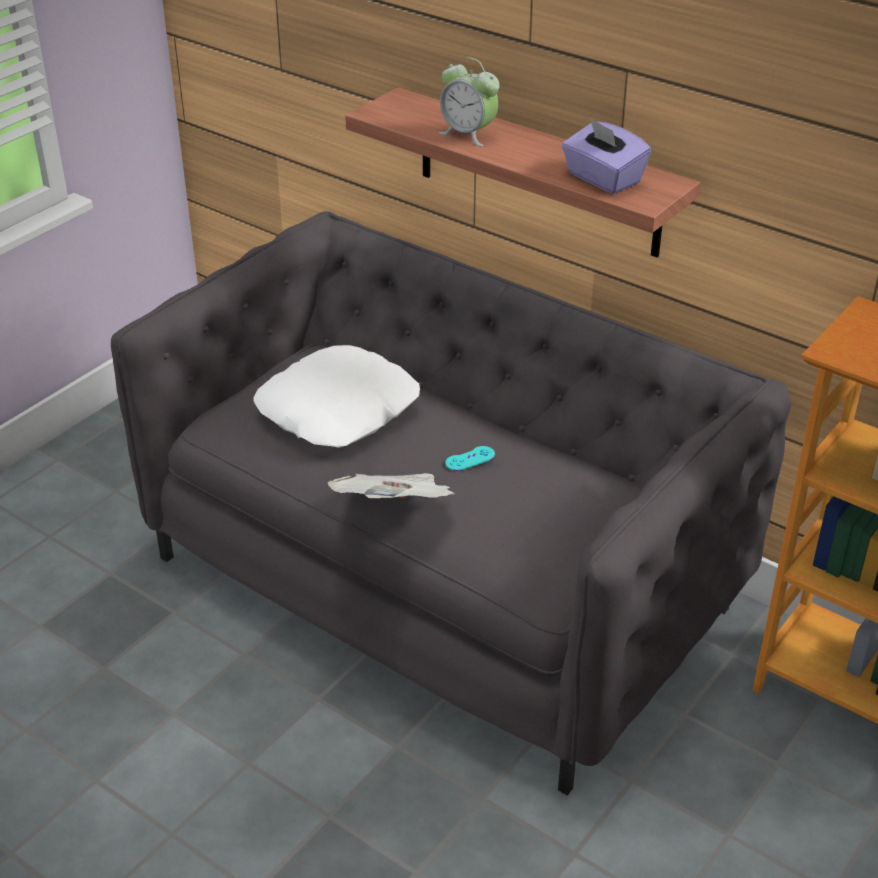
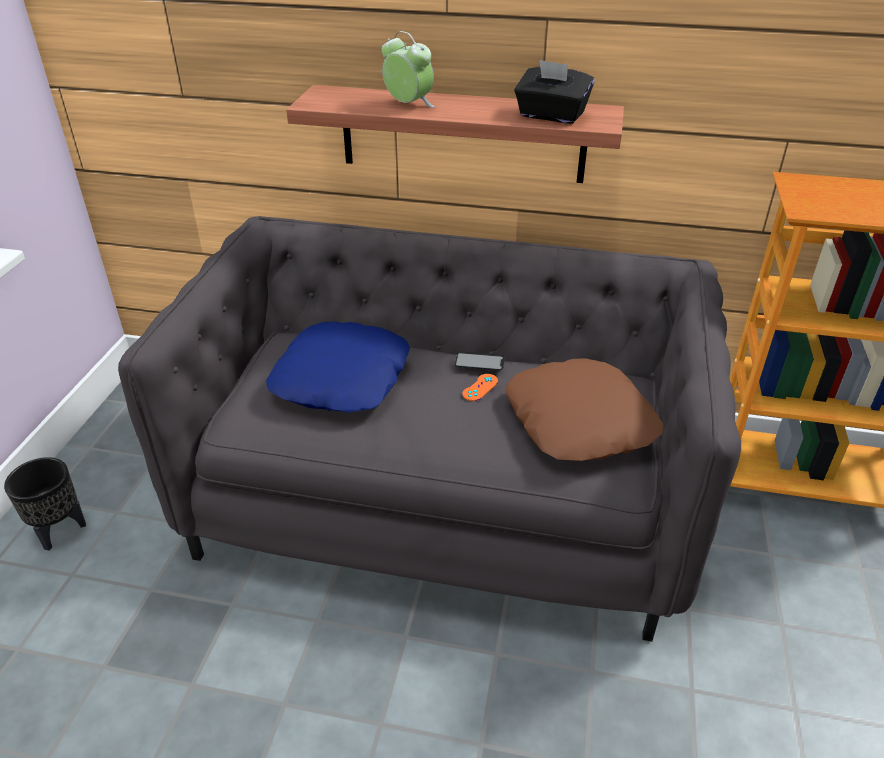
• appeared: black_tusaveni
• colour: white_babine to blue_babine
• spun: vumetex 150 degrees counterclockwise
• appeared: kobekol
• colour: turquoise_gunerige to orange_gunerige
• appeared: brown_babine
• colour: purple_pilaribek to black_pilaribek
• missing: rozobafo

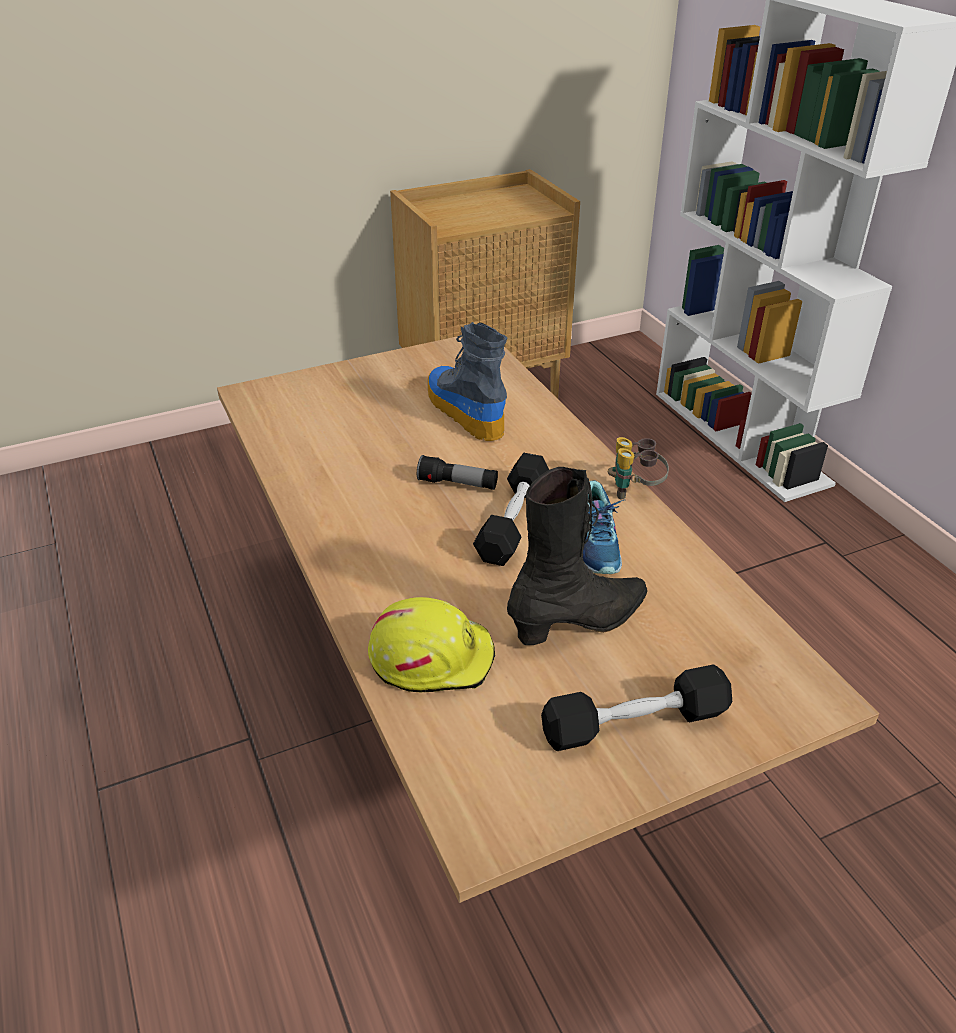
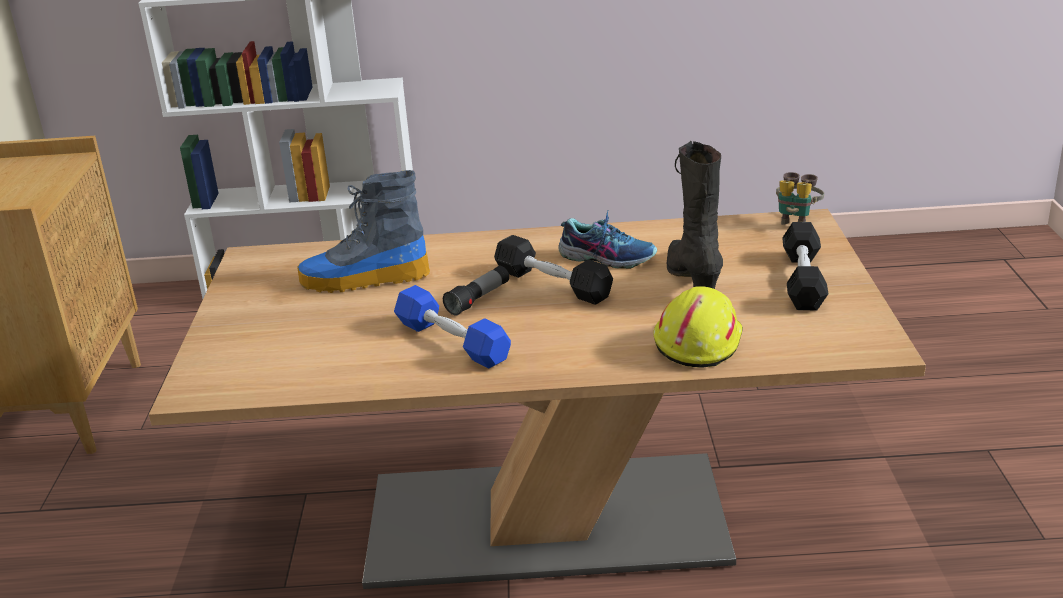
• appeared: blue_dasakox
• relocated: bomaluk

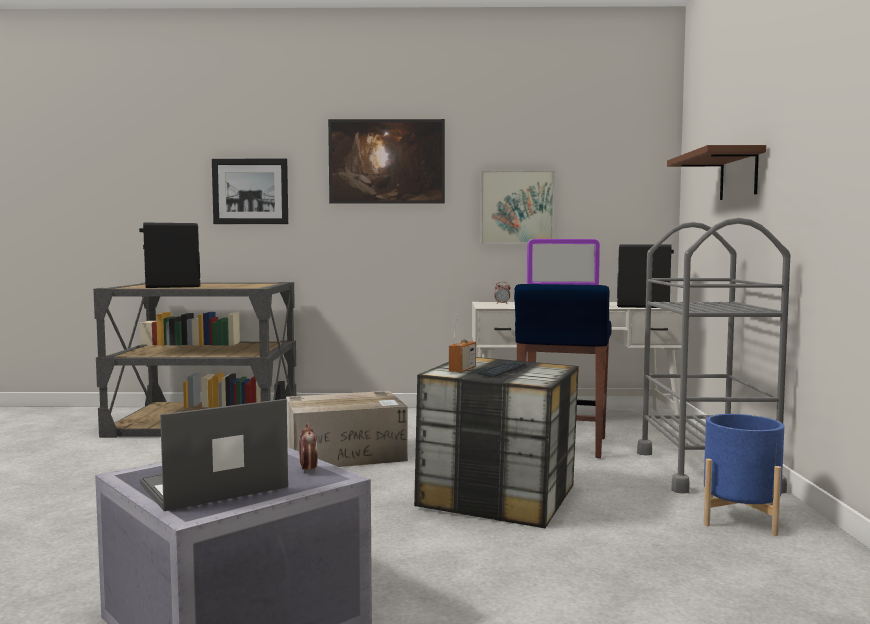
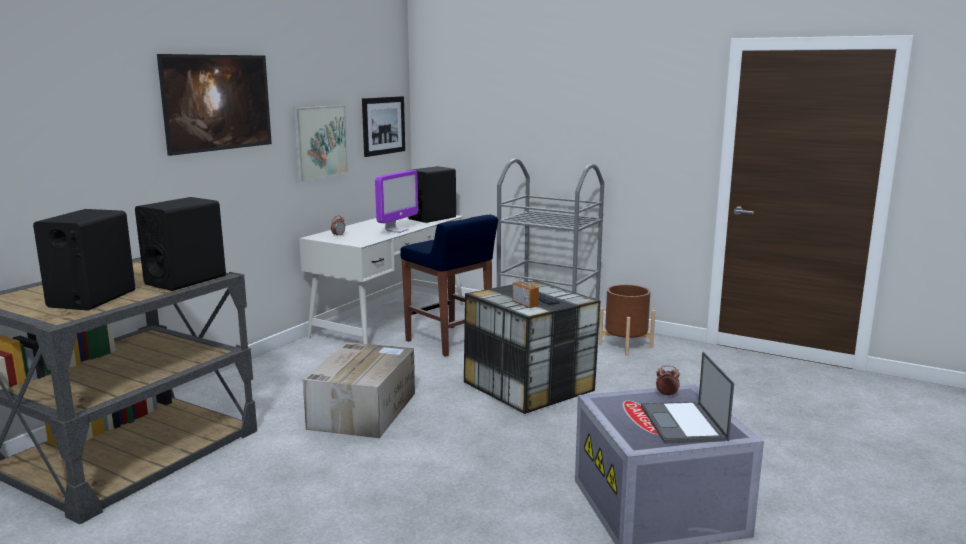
• appeared: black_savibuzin (no. 2 from left)
• relocated: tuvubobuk (no. 1 from left in the first image) to tuvubobuk (no. 3 from left)
• colour: blue_tusaveni to brown_tusaveni
• missing: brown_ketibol

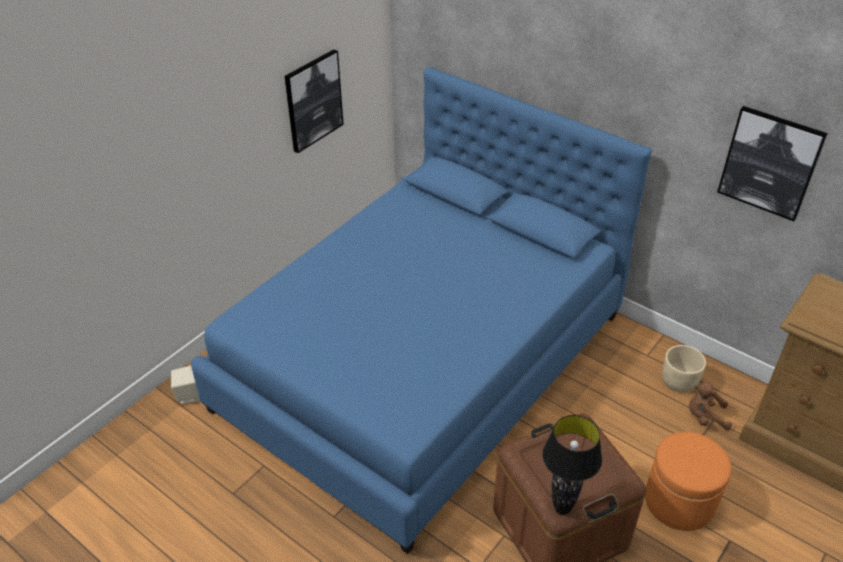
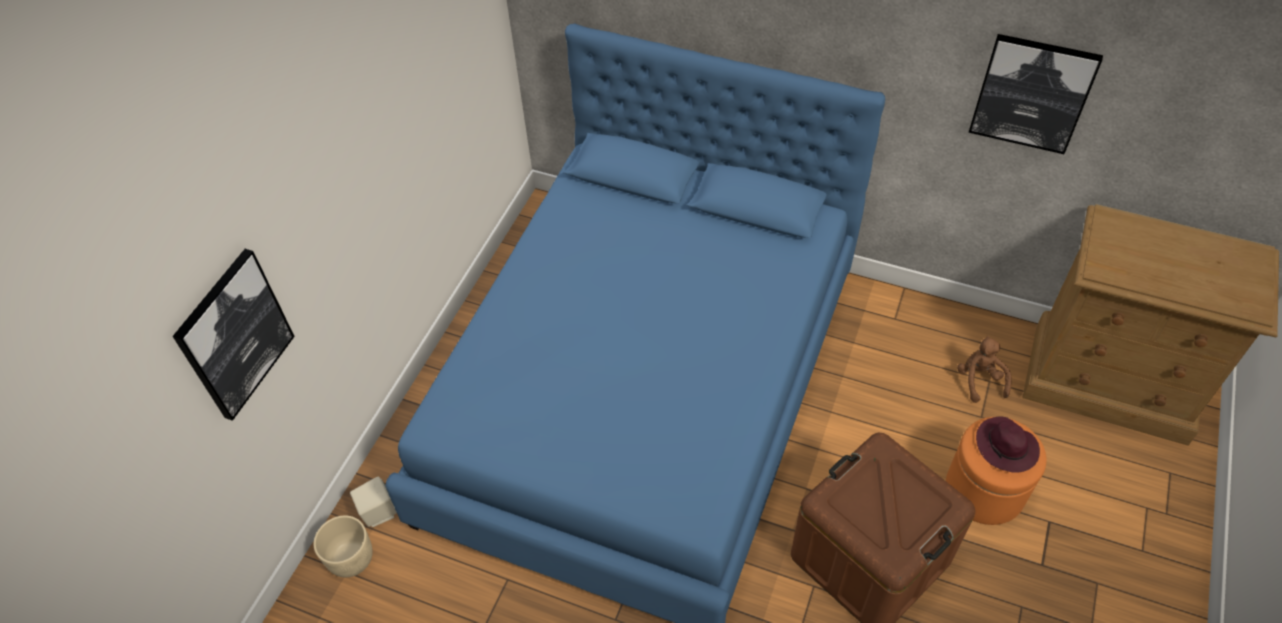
• relocated: tuvubobuk (no. 1 from left)
• relocated: beige_tusaveni
• spun: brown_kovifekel 90 degrees clockwise
• appeared: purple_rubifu
• missing: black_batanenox

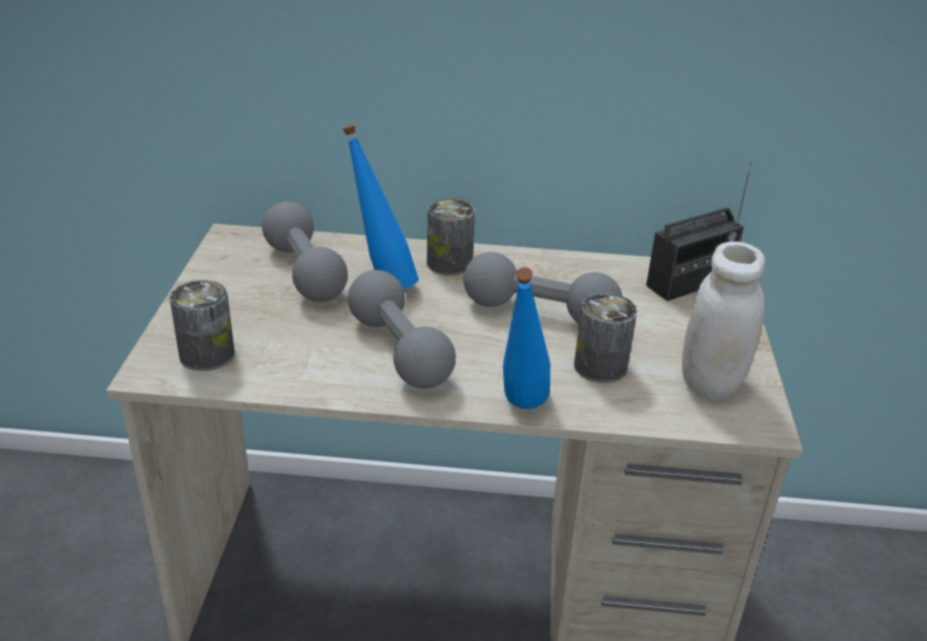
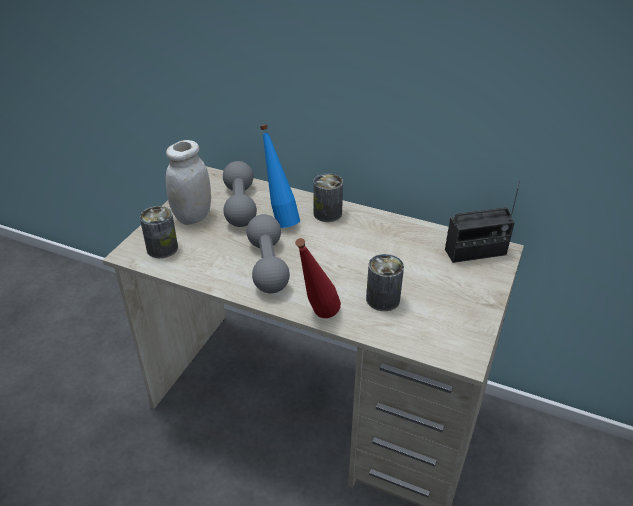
• relocated: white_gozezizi
• colour: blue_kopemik (no. 2 from left) to red_kopemik
• missing: grey_dasakox (no. 3 from left)

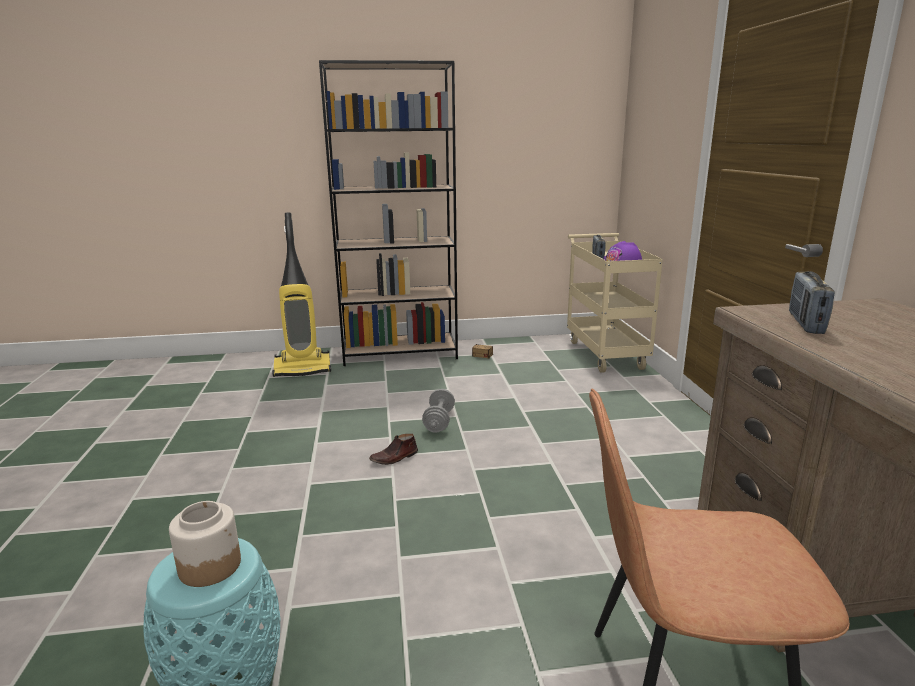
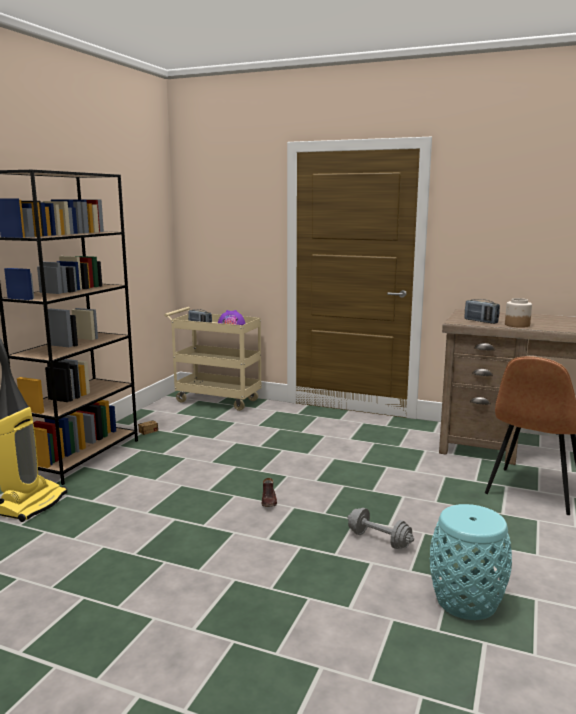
• relocated: grey_dasakox
• relocated: gozezizi

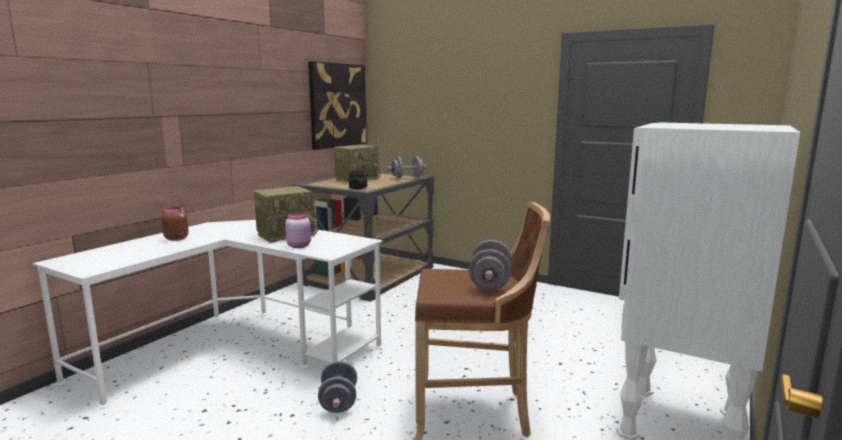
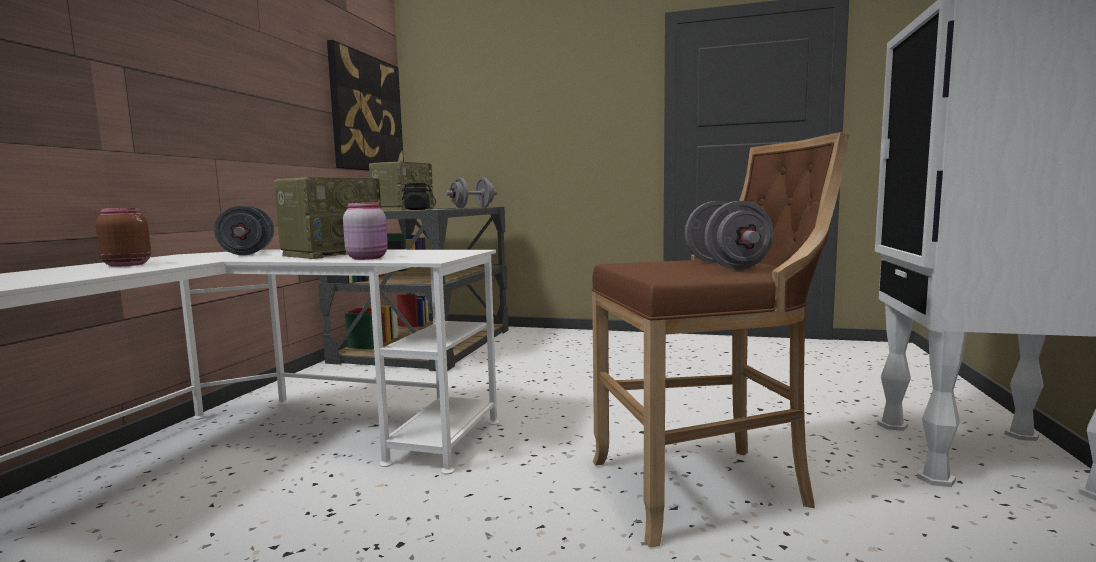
• relocated: grey_dasakox (no. 1 from left)

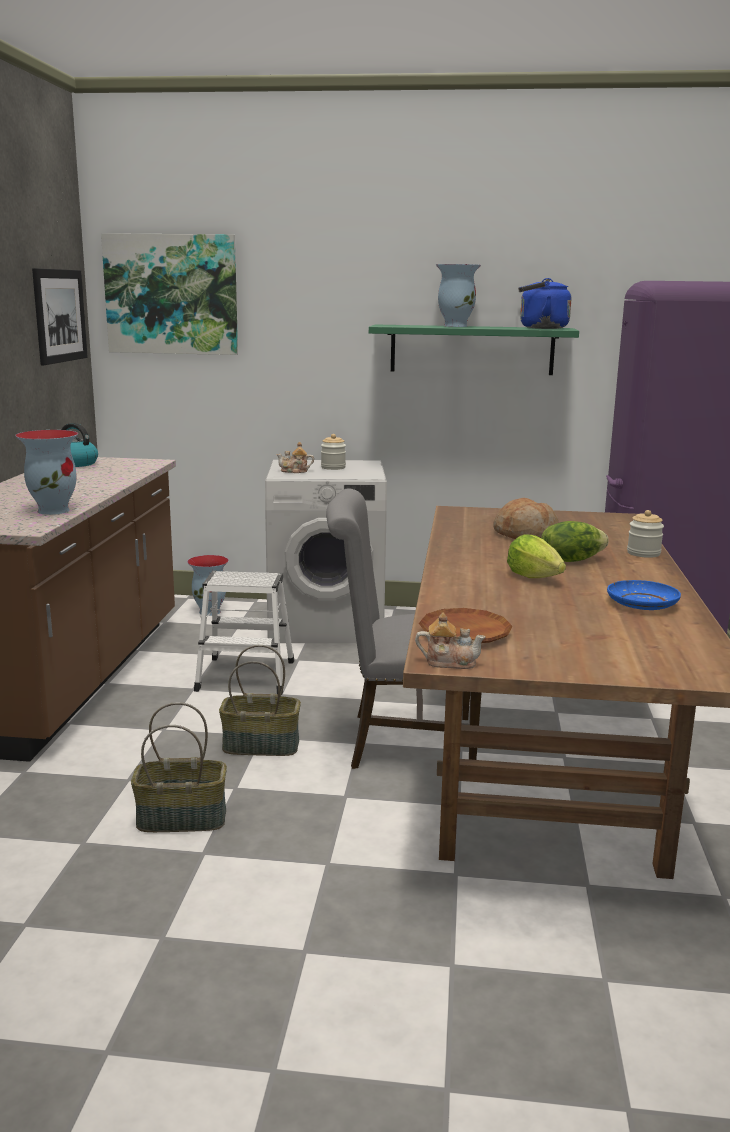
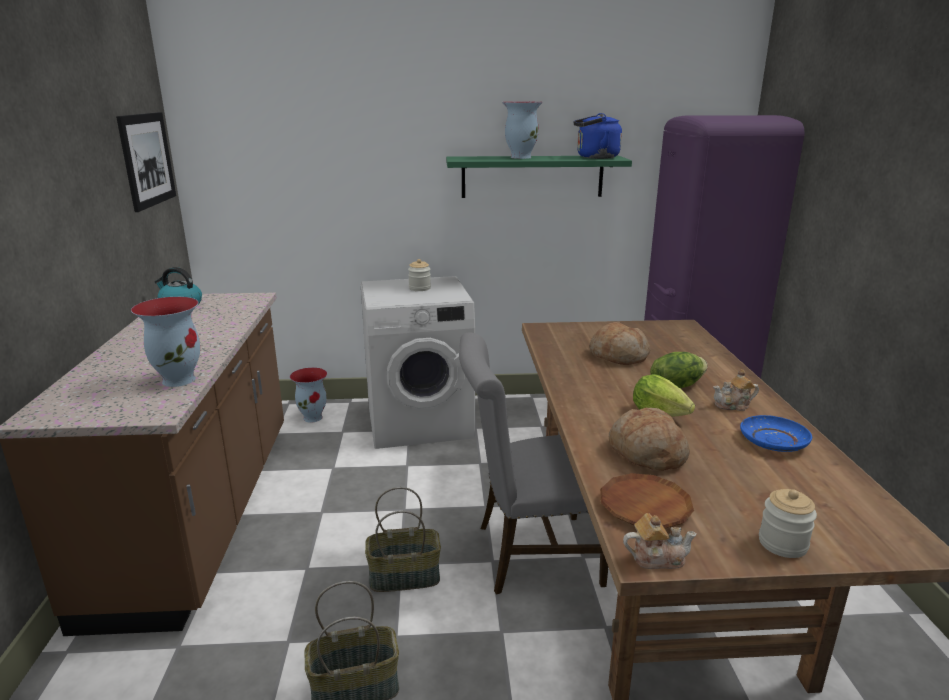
• appeared: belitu (no. 2 from left)
• relocated: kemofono (no. 1 from left in the first image) to kemofono (no. 2 from left)
• relocated: gozezizi (no. 2 from left)
• missing: tuvubobuk (no. 2 from left)
• missing: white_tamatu

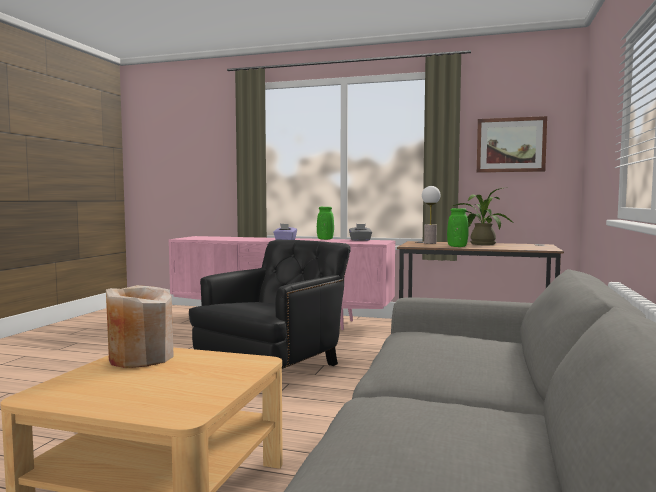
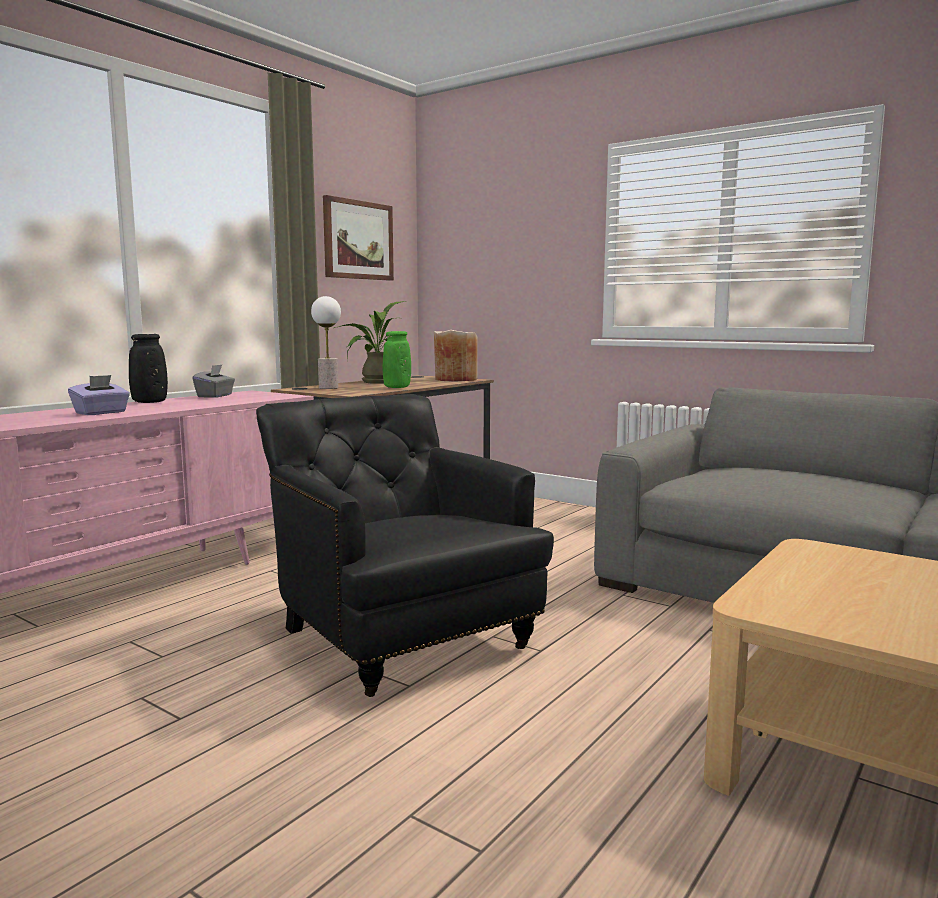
• colour: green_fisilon (no. 1 from left) to black_fisilon
• relocated: beige_fisilon

